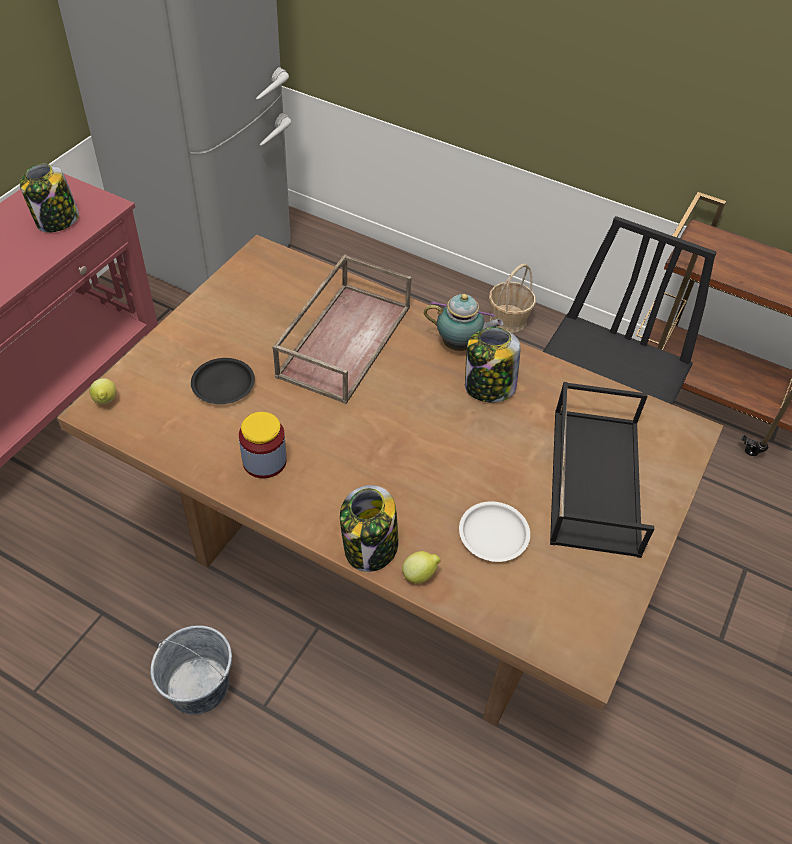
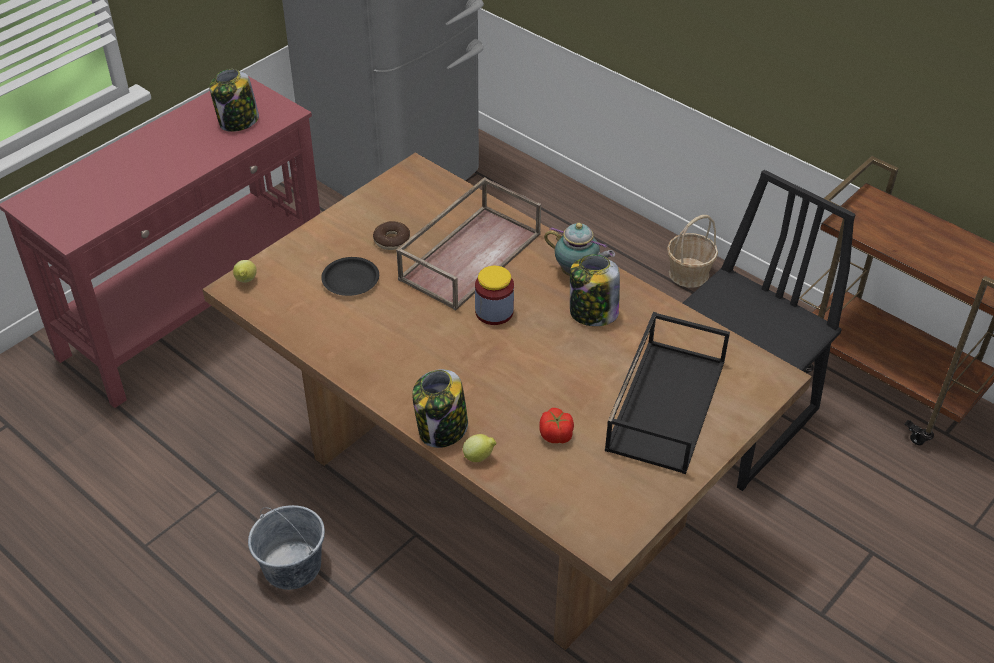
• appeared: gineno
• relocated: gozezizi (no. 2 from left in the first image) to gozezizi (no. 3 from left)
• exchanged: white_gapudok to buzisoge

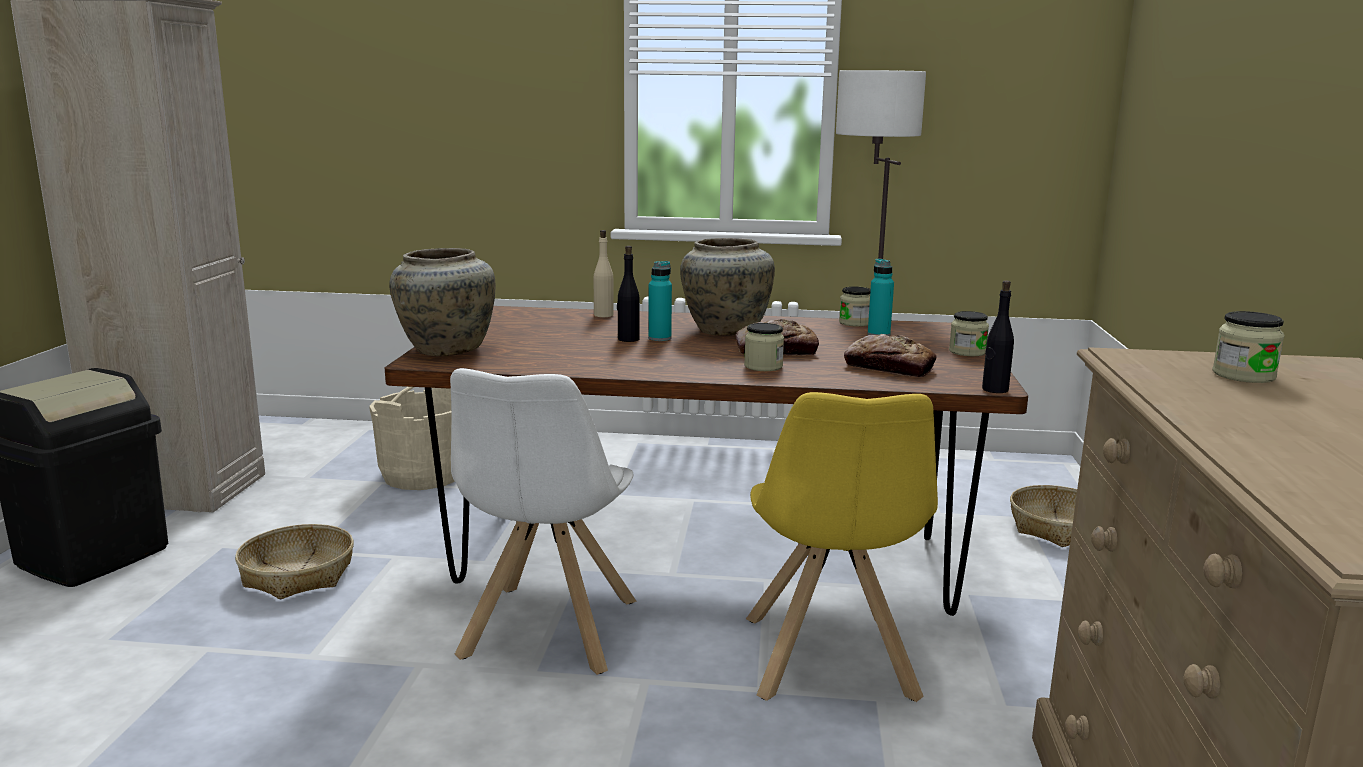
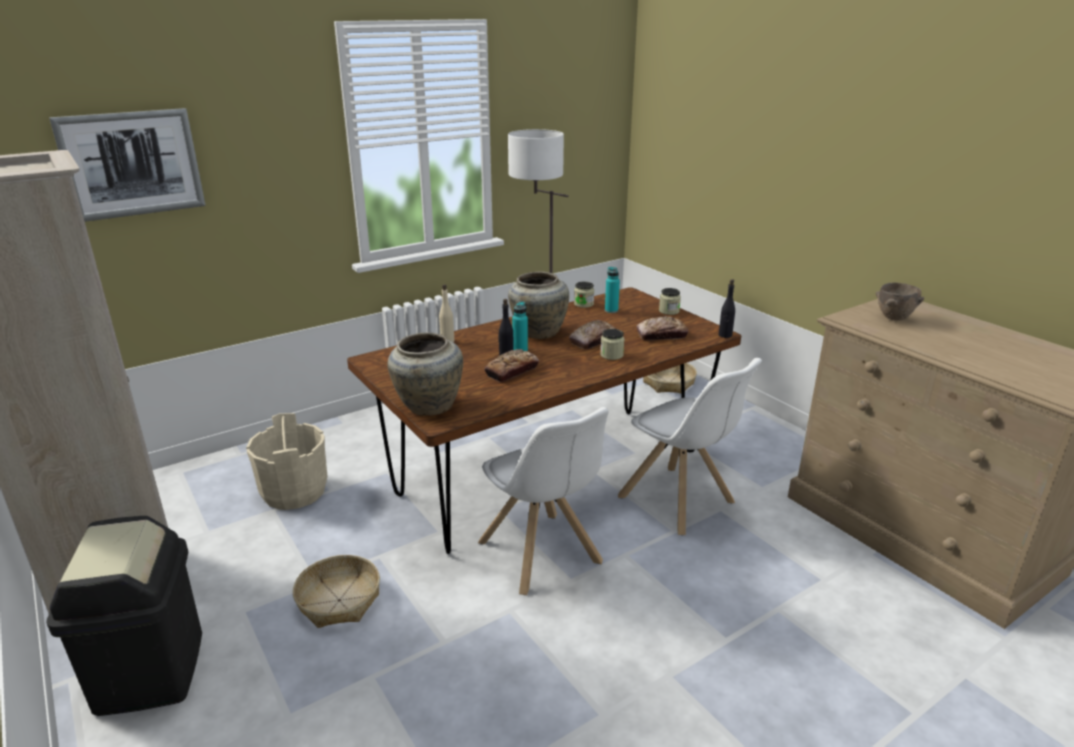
• appeared: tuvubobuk
• appeared: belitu (no. 1 from left)
• colour: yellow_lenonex to white_lenonex (no. 2 from left)
• exchanged: gozezizi (no. 4 from left) to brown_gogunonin

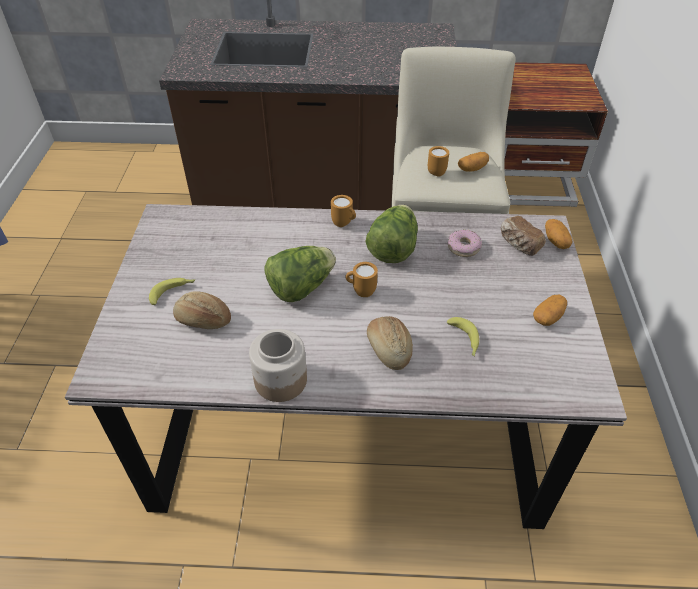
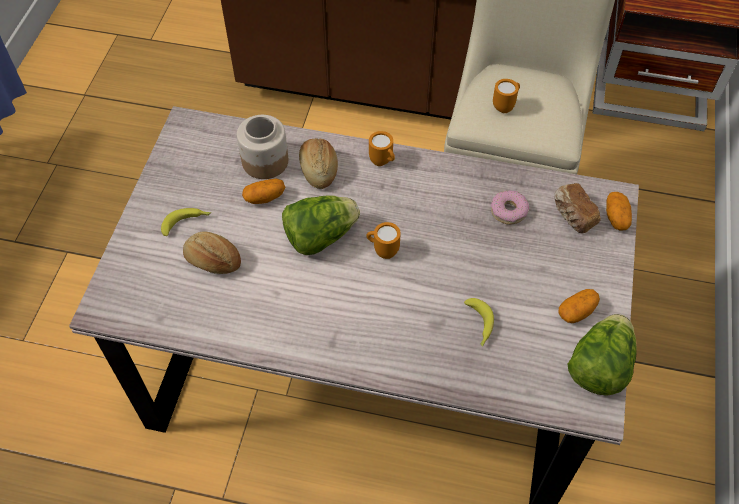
• relocated: gozezizi
• relocated: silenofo (no. 1 from left)
• relocated: belitu (no. 2 from left)
• relocated: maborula (no. 2 from left)

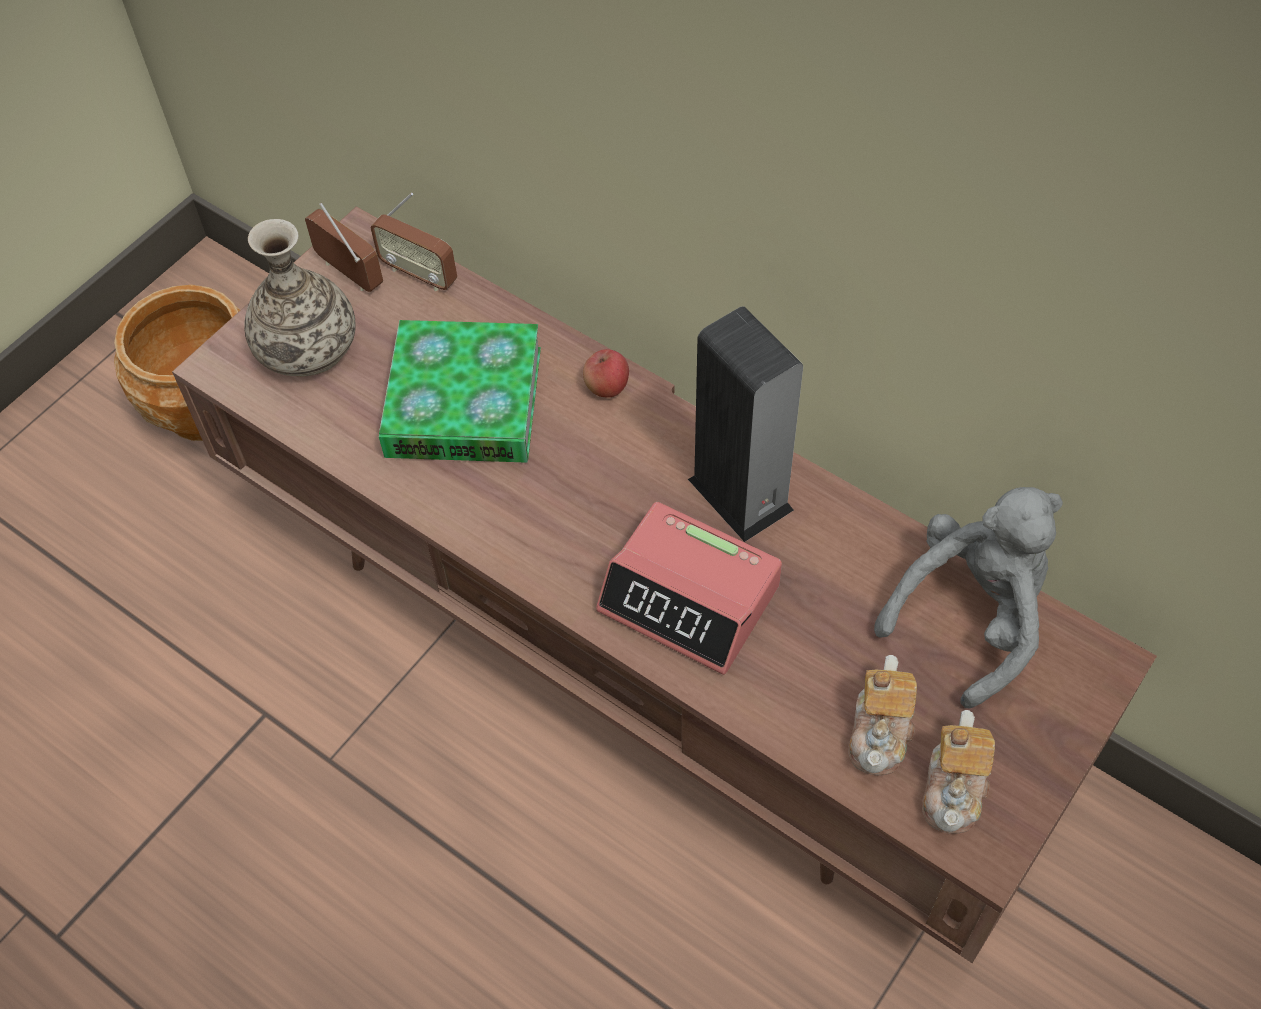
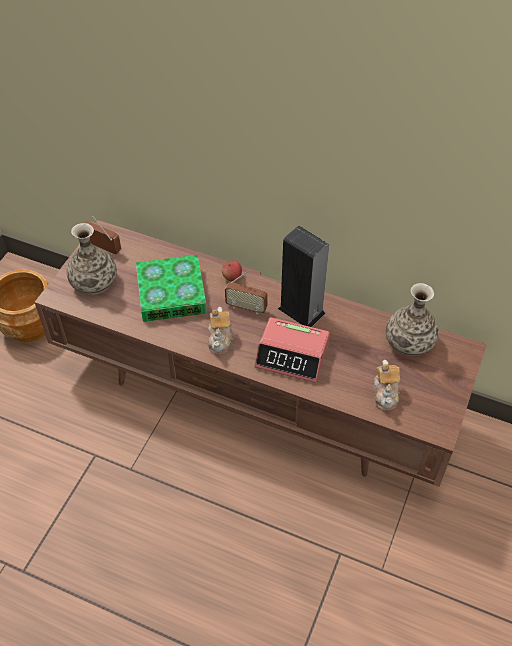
• relocated: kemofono (no. 2 from left in the first image) to kemofono (no. 1 from left)
• relocated: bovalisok (no. 2 from left)
• exchanged: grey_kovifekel to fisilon (no. 2 from left)

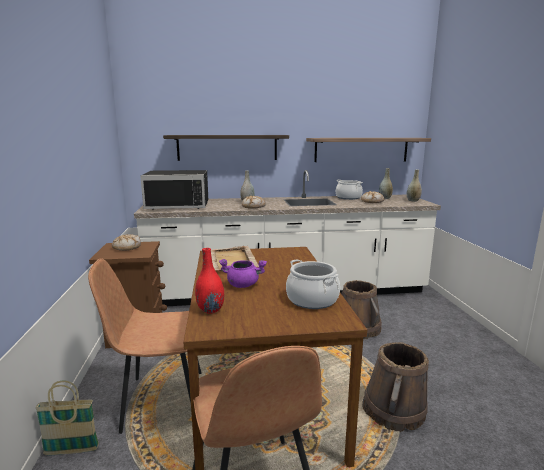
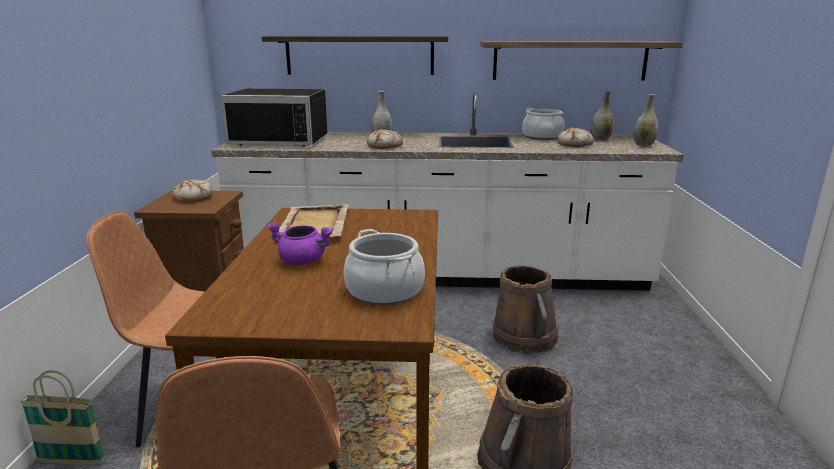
• missing: red_fisilon

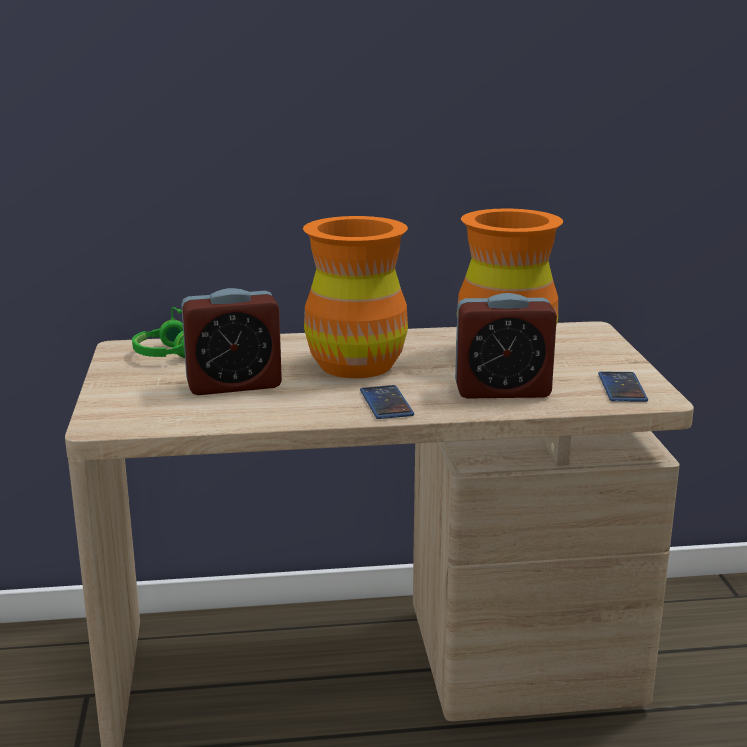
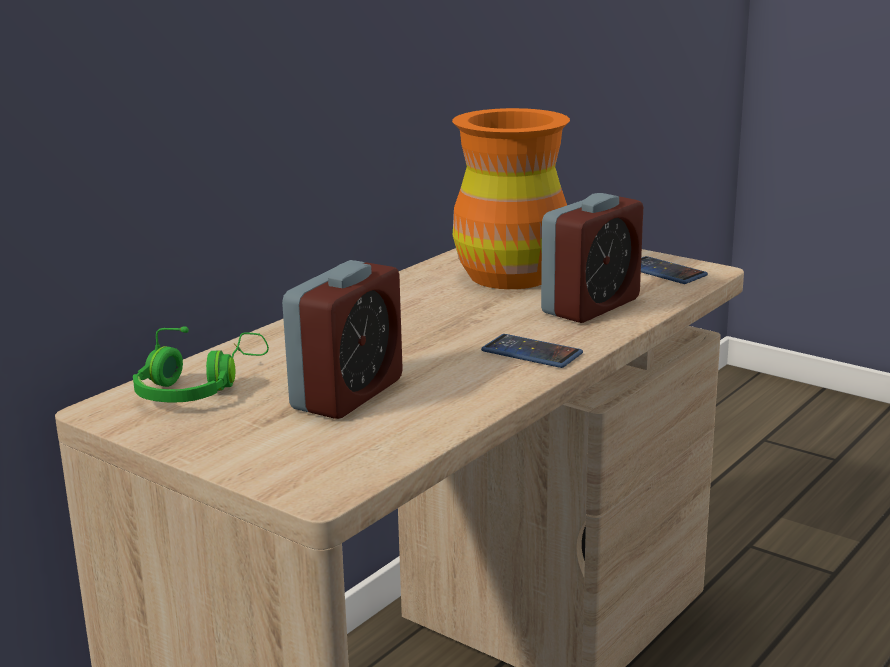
• missing: orange_fisilon (no. 1 from left)

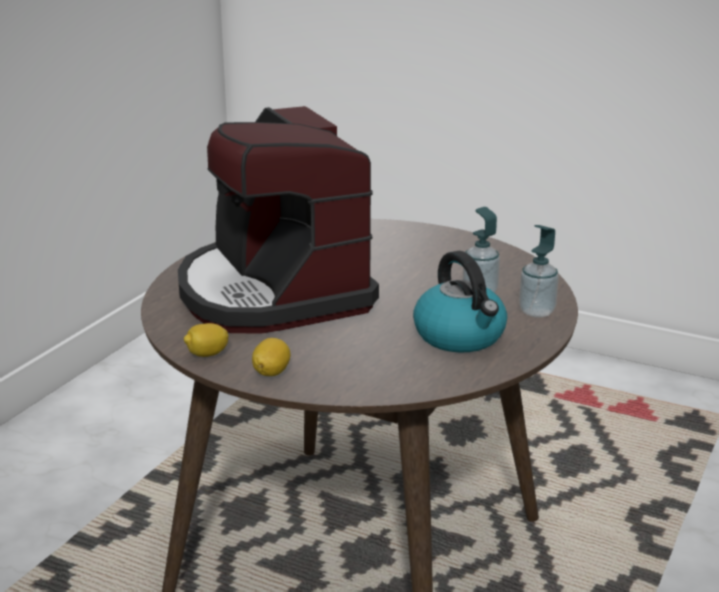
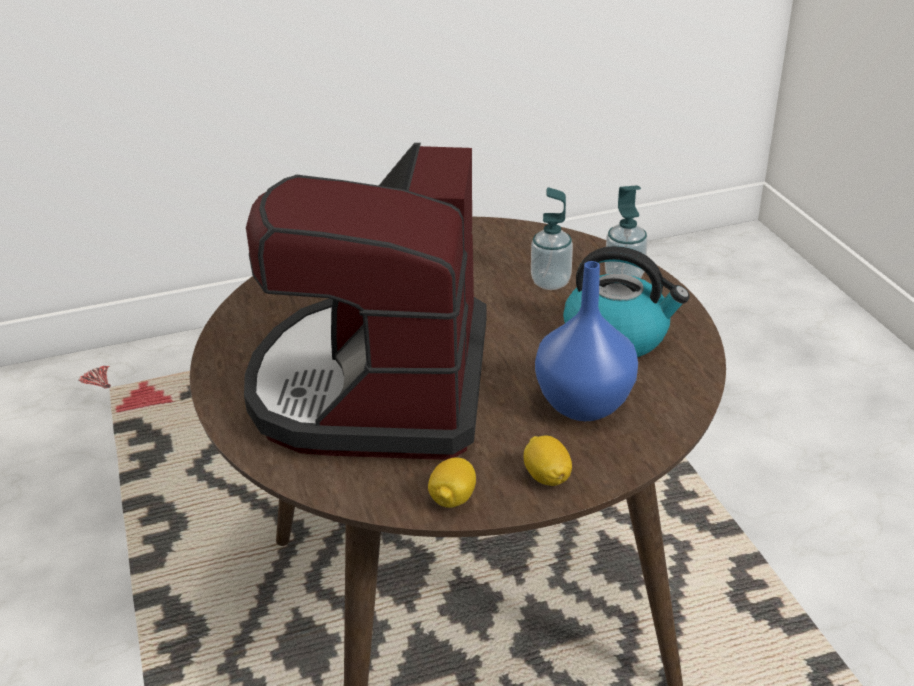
• spun: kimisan 75 degrees clockwise
• appeared: blue_fisilon

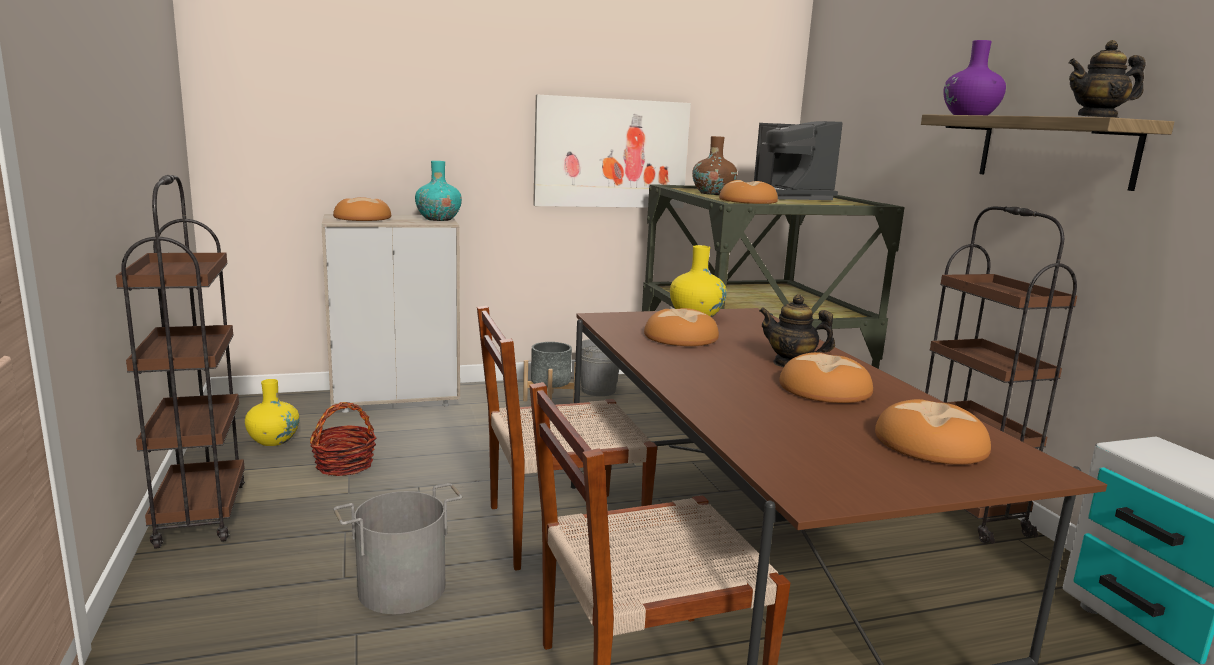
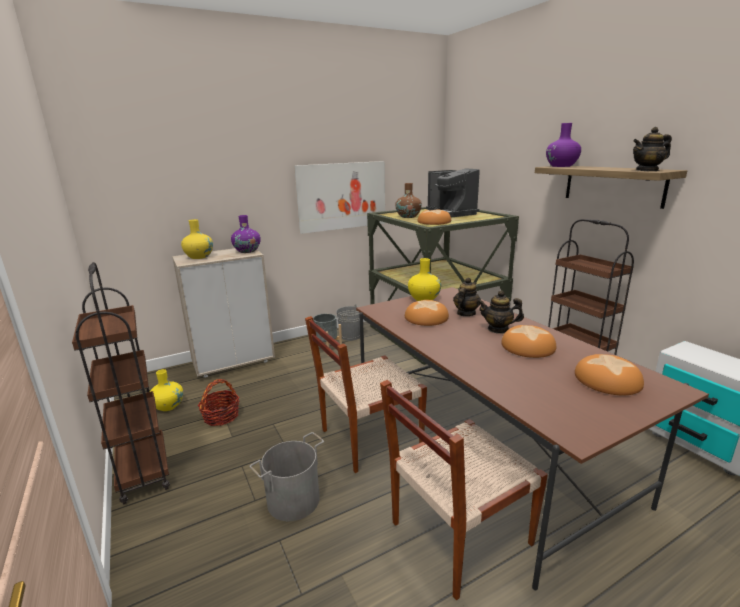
• exchanged: belitu (no. 1 from left) to yellow_fisilon (no. 2 from left)
• colour: turquoise_fisilon to purple_fisilon (no. 1 from left)
• appeared: kemofono (no. 1 from left)

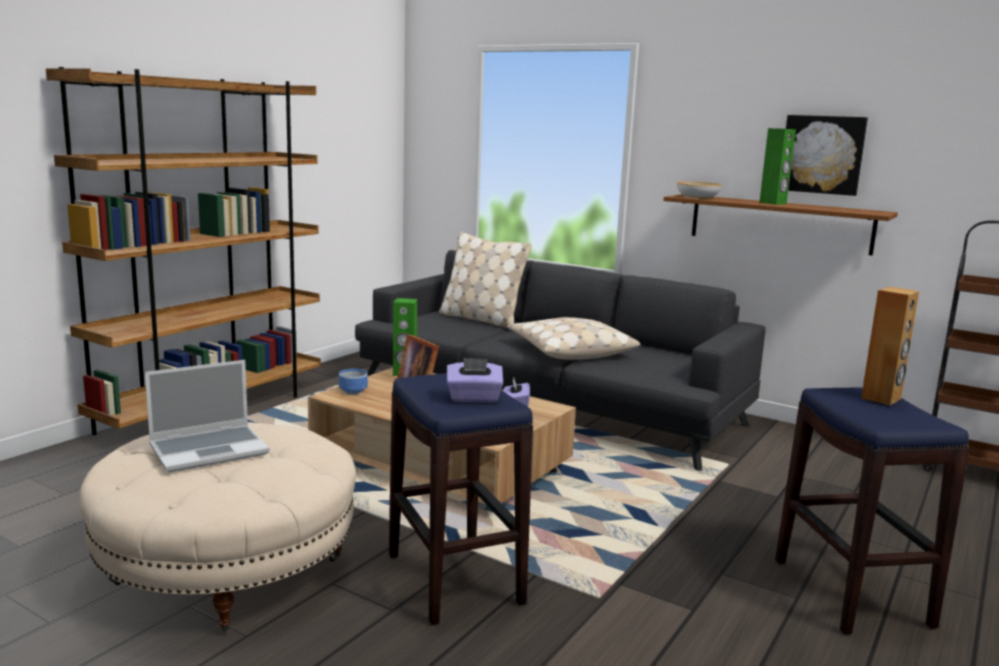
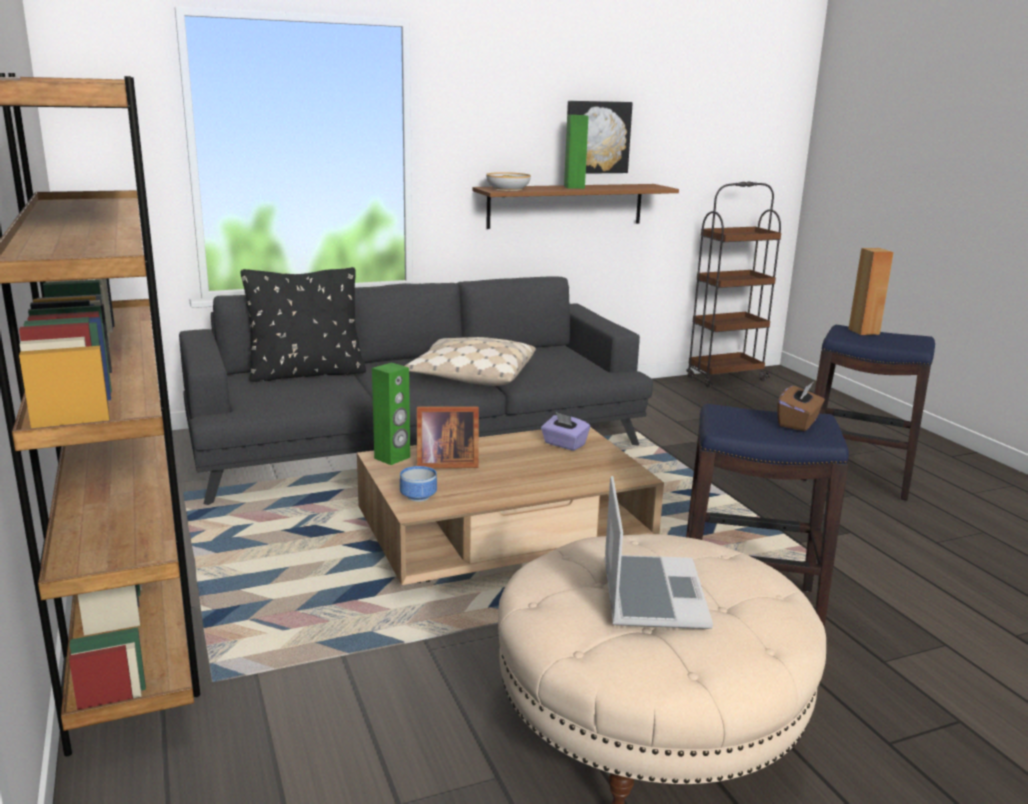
• colour: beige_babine (no. 1 from left) to black_babine
• colour: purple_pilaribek (no. 1 from left) to brown_pilaribek

